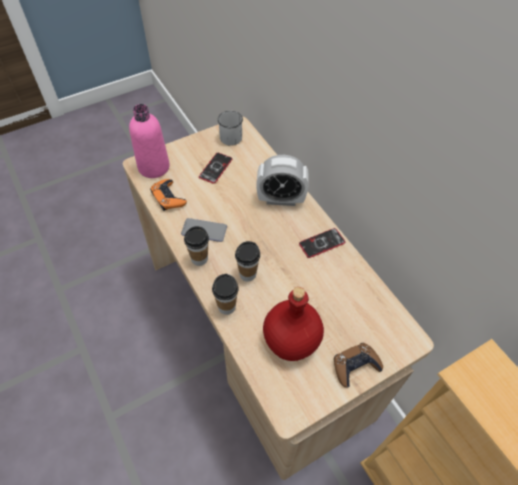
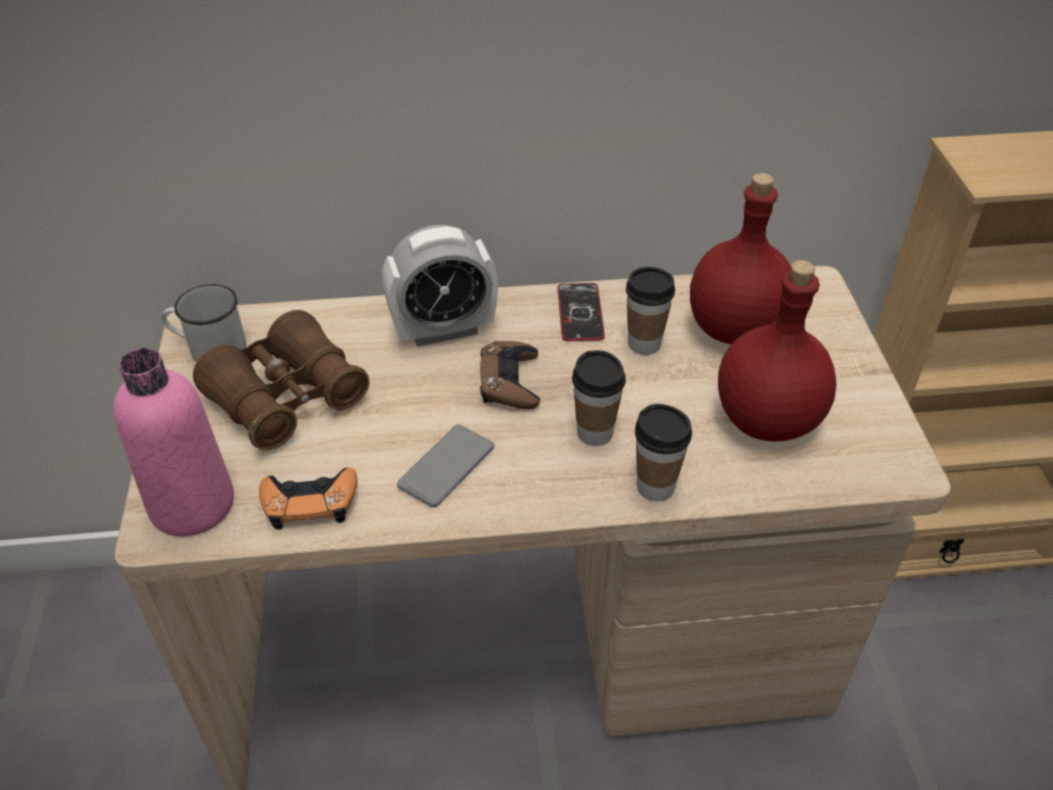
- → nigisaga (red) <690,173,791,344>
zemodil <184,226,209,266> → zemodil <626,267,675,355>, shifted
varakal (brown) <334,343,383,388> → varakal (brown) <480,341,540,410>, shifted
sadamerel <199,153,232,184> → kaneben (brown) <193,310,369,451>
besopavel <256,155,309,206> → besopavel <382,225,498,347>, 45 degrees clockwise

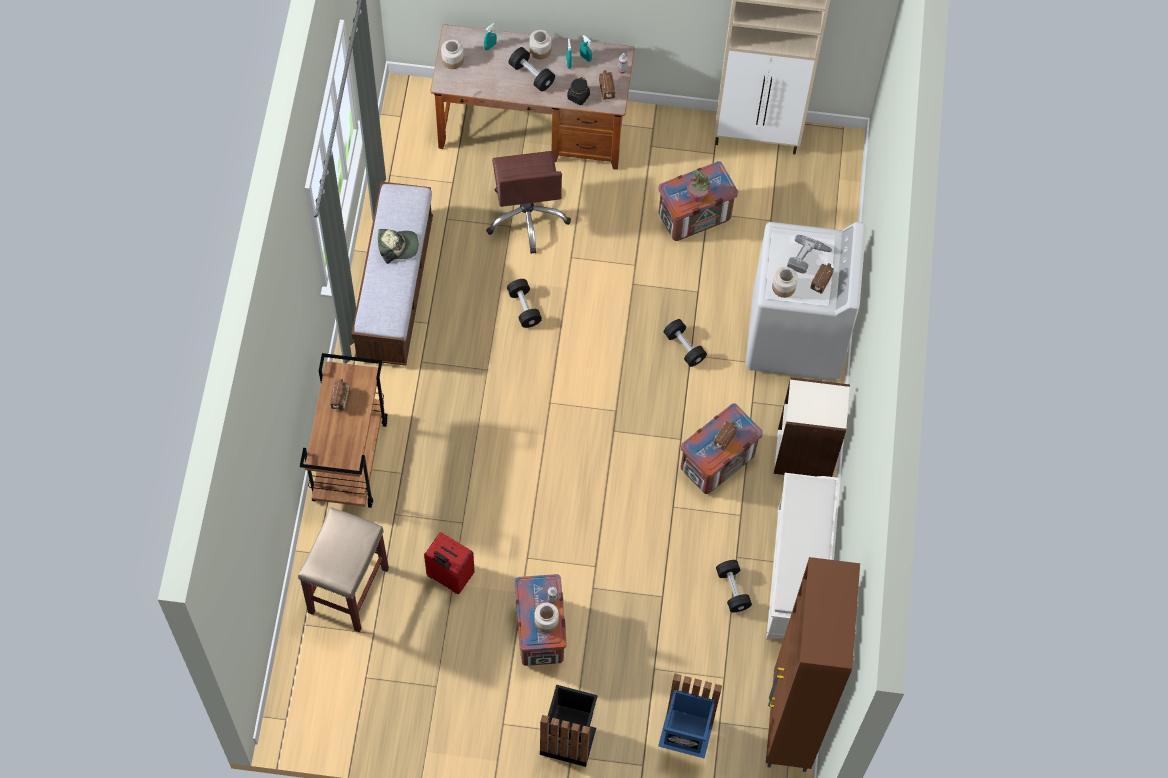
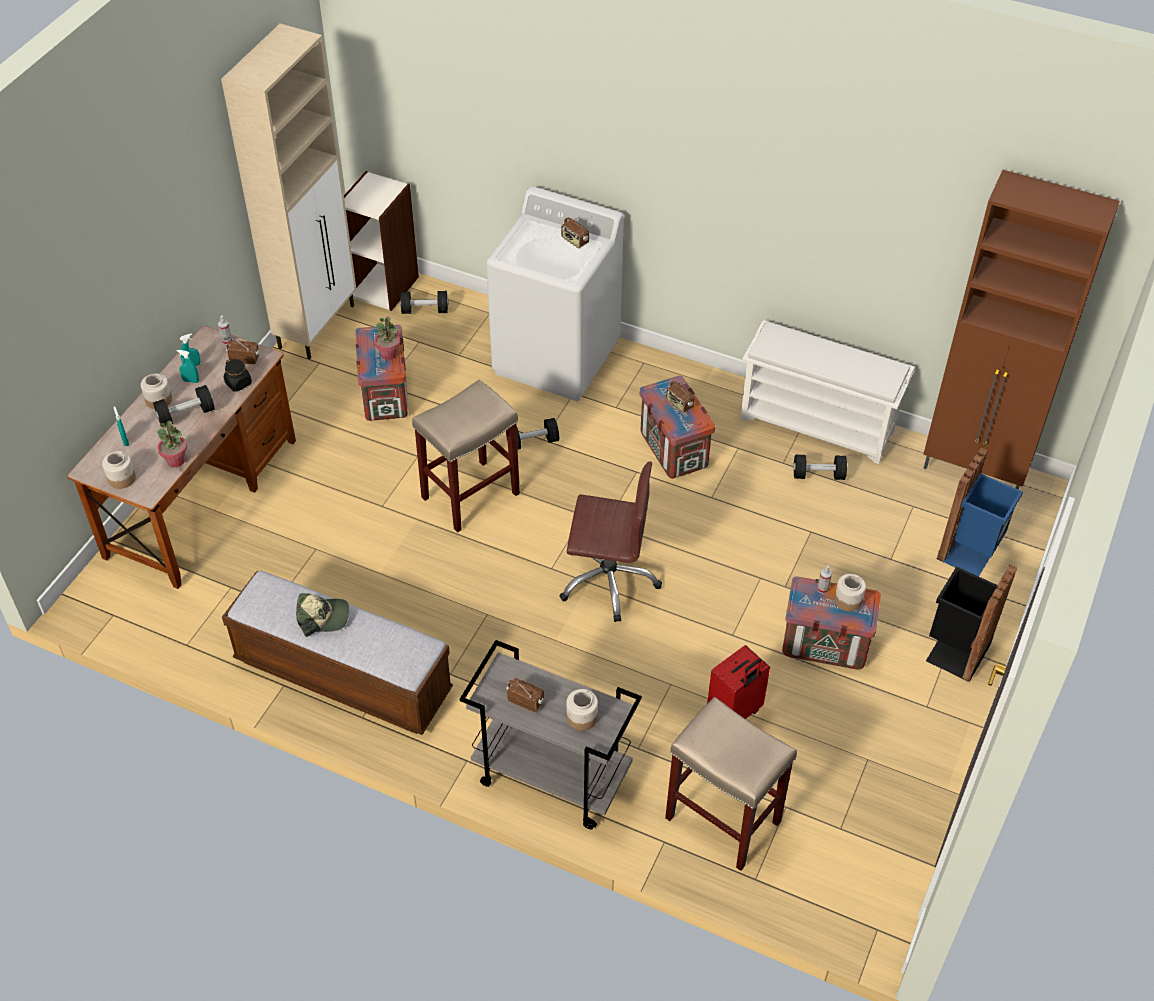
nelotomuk <787,235,832,273> → -
- → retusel <157,421,187,467>
- → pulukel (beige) <412,380,520,532>
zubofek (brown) <486,151,571,254> → zubofek (brown) <559,462,662,622>, shifted
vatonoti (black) <507,279,542,328> → vatonoti (black) <400,291,448,314>, shifted
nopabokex <772,267,798,298> → nopabokex <566,689,598,731>, shifted
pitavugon <774,377,850,477> → pitavugon <344,171,419,311>, shifted
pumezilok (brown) <300,353,388,508> → pumezilok (grey) <460,640,642,829>
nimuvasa <378,229,418,264> → nimuvasa <296,593,349,637>, 75 degrees clockwise

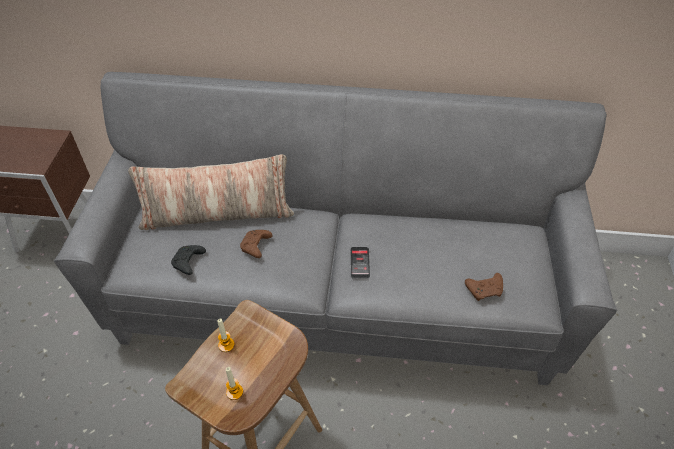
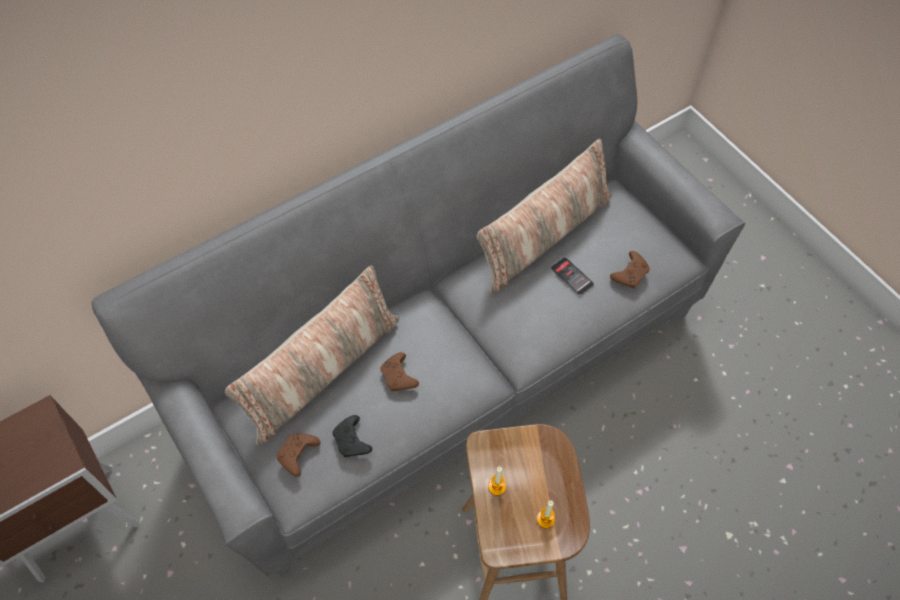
- → varakal (brown) <277,434,320,477>
- → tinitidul <477,139,612,294>
sadamerel <350,247,370,279> → sadamerel <551,257,594,295>, shifted

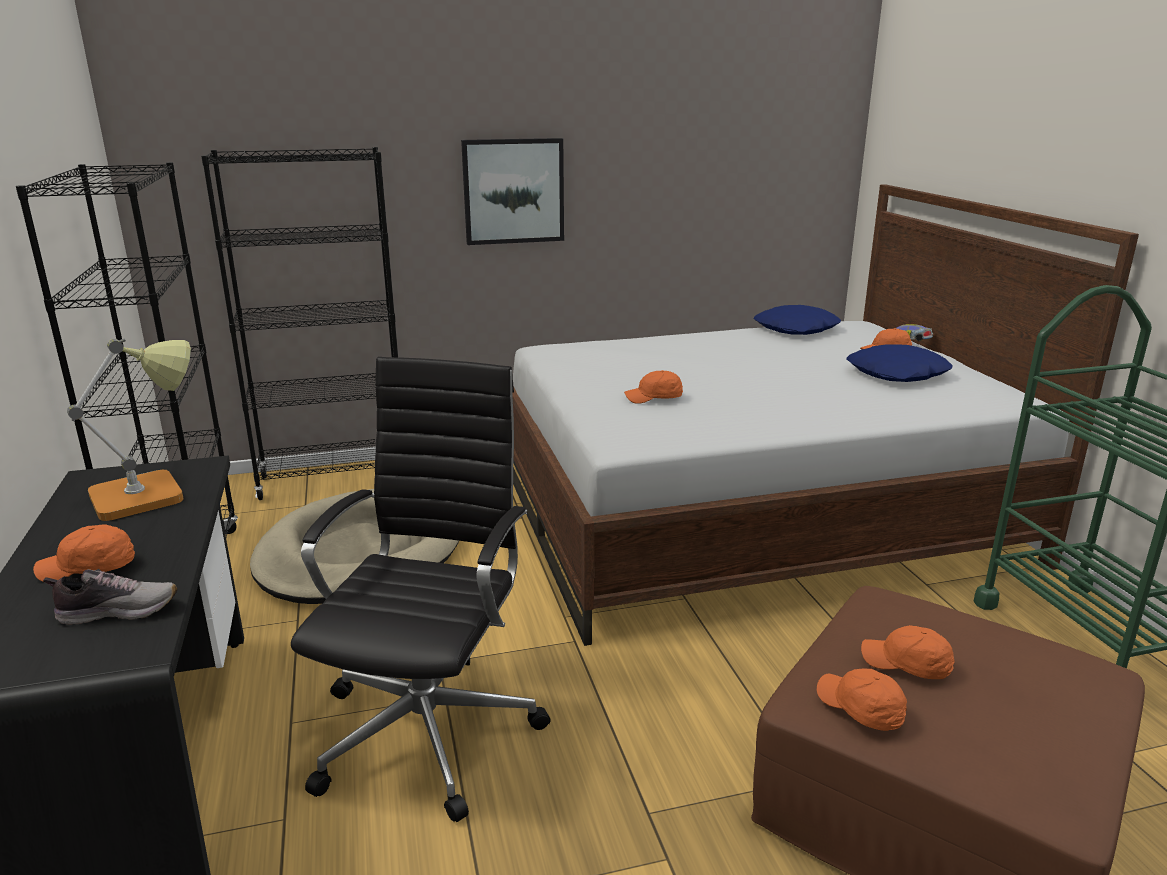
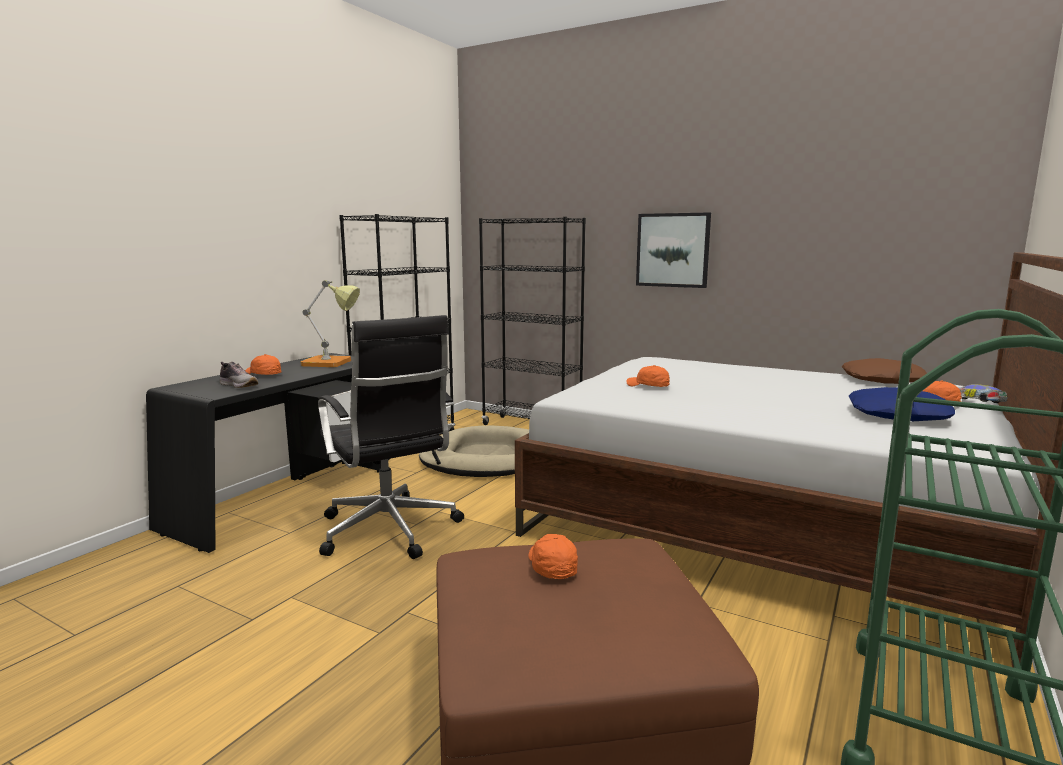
nimuvasa (orange) <817,669,907,731> → -
tinitidul (blue) <754,305,841,335> → tinitidul (brown) <841,358,927,384>
zubofek (black) <291,357,550,822> → zubofek (black) <318,315,464,559>, 90 degrees clockwise

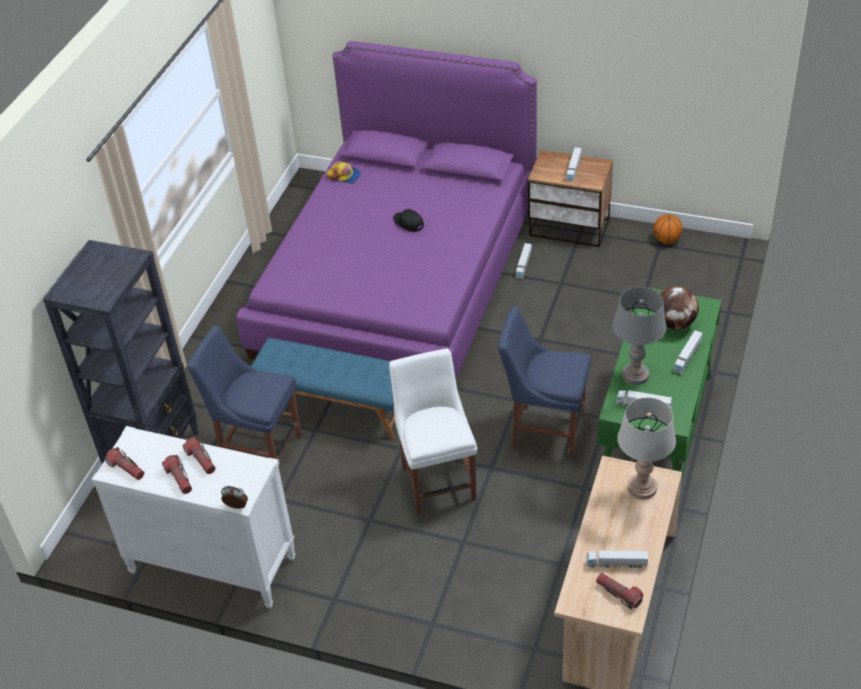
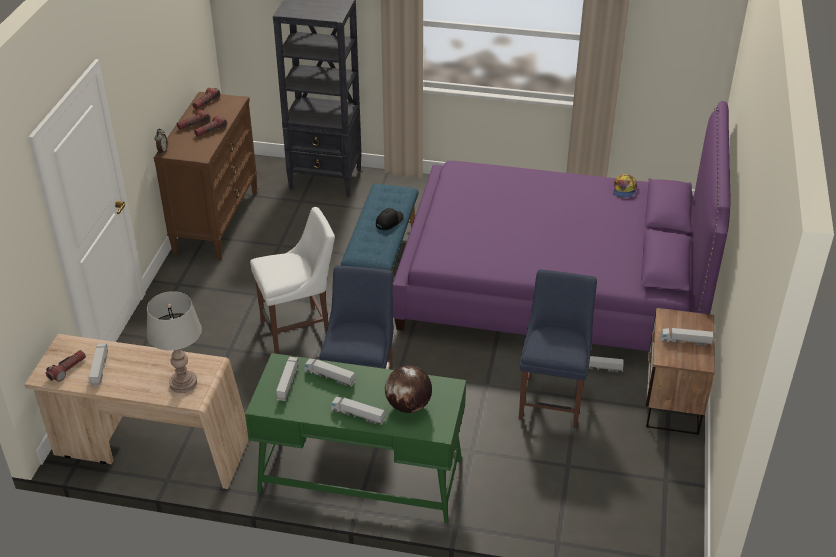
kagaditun <653,214,683,244> → -
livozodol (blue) <187,326,302,460> → livozodol (blue) <519,269,597,428>, shifted
nimuvasa (black) <394,209,424,232> → nimuvasa (black) <376,208,404,230>, shifted
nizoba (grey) <613,287,667,385> → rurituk <304,358,355,387>
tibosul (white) <92,426,296,609> → tibosul (brown) <154,92,257,260>

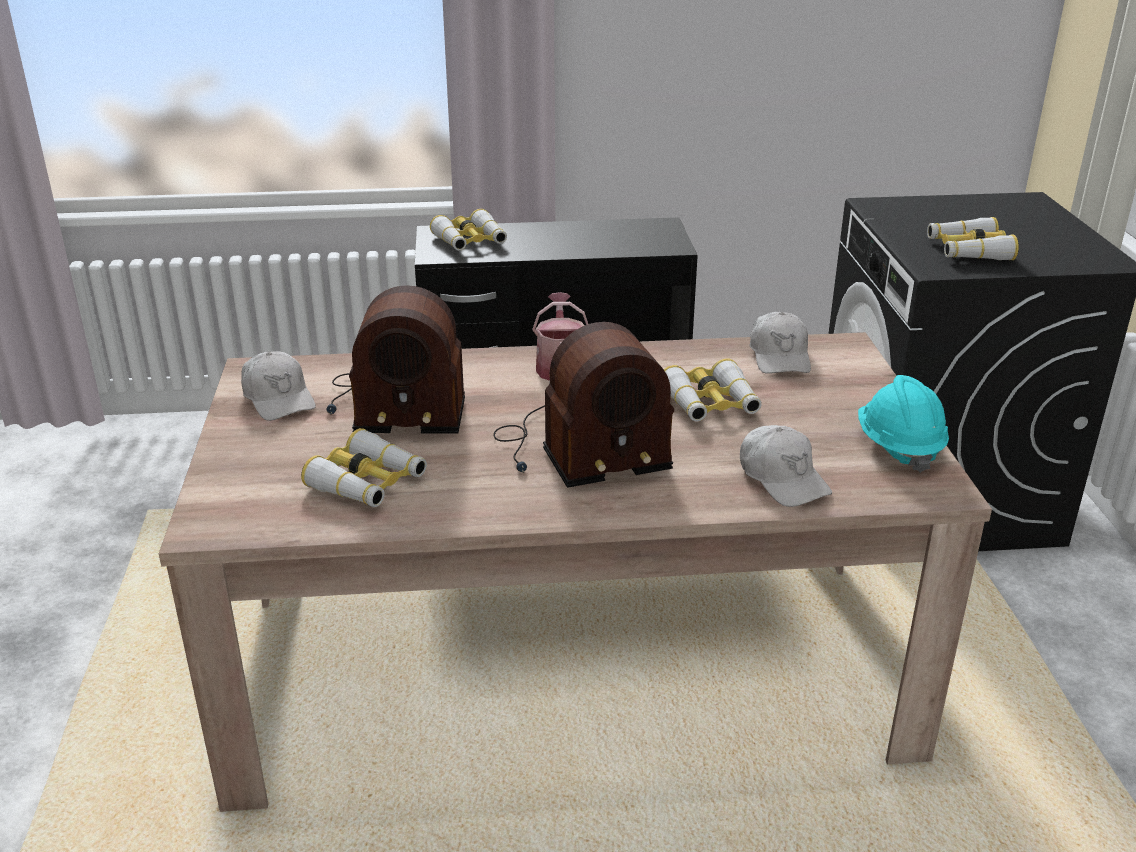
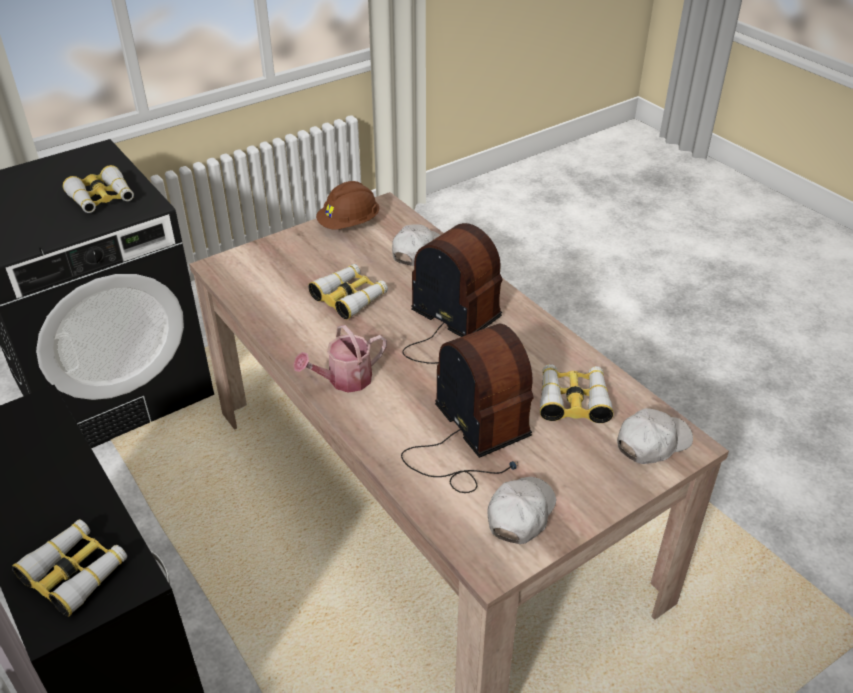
nimuvasa (white) <749,312,811,374> → nimuvasa (white) <617,408,693,464>, shifted
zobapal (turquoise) <858,375,949,473> → zobapal (brown) <316,181,379,229>

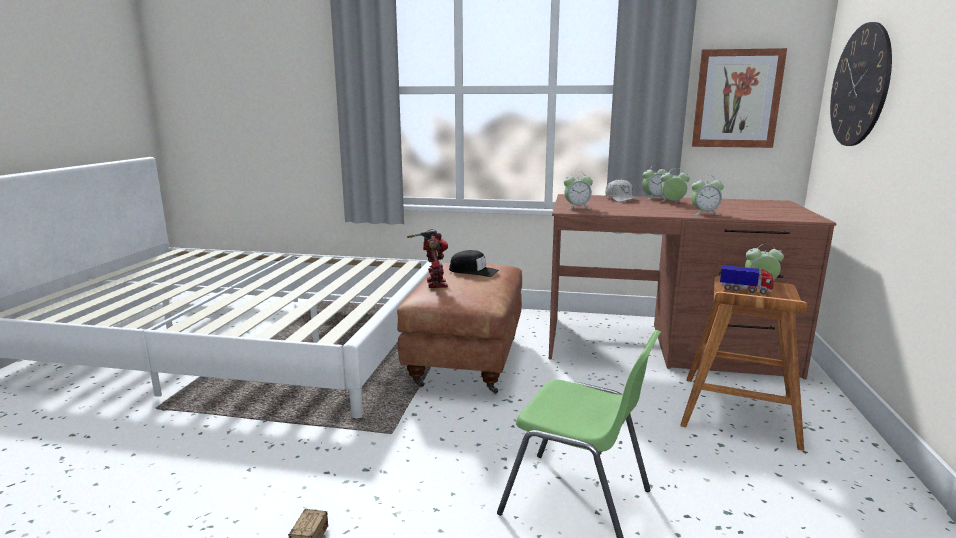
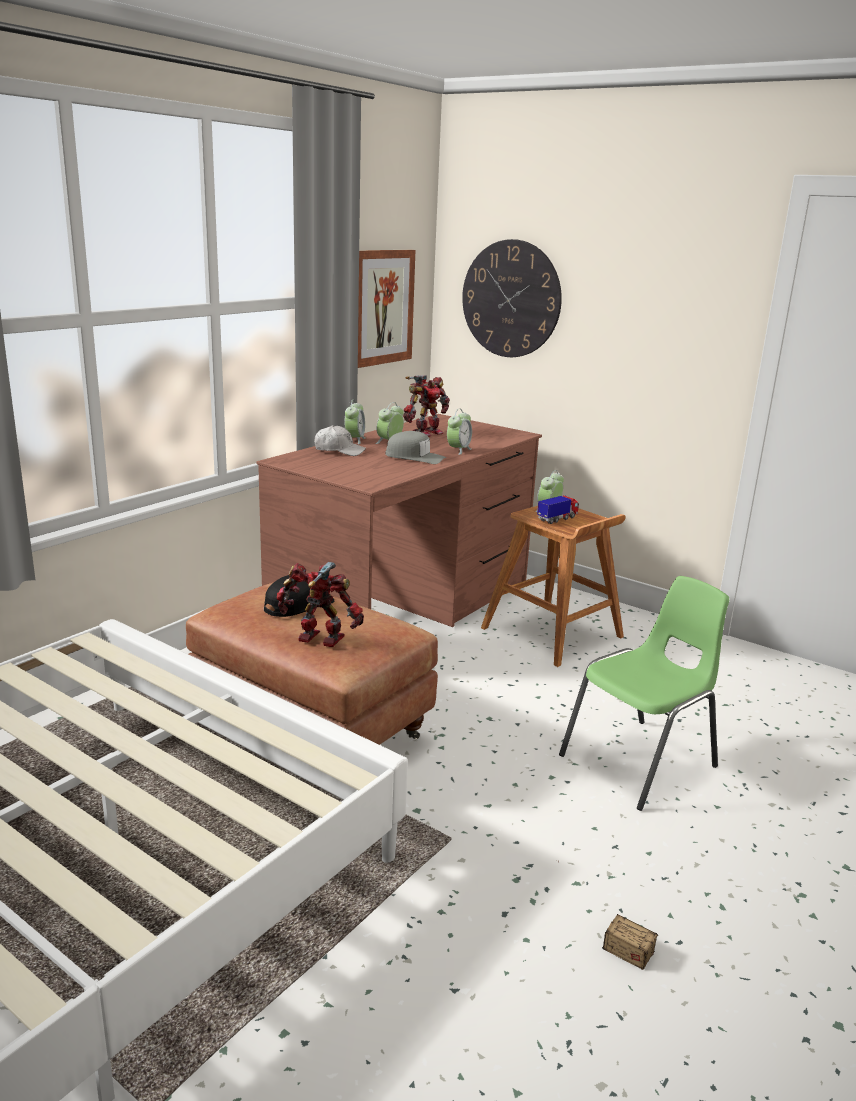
besopavel <564,171,593,209> → -
- → nimuvasa (grey) <385,431,446,464>
- → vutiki <403,375,450,437>

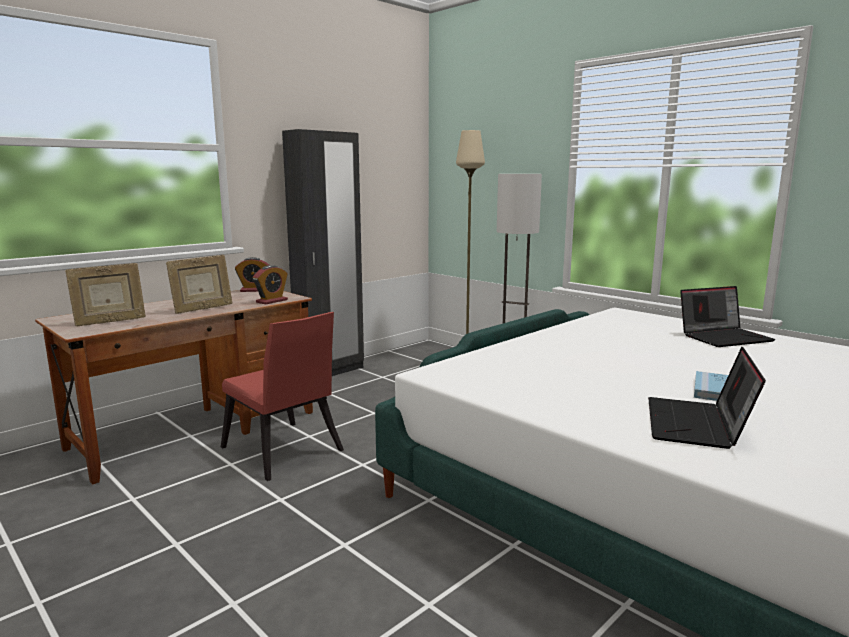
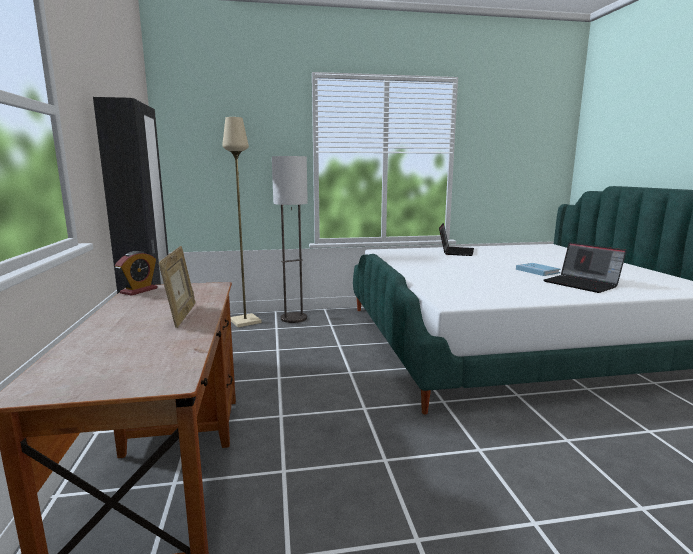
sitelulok <65,263,146,326> → -
livozodol (red) <221,312,344,481> → -
besopavel <253,265,288,304> → -

